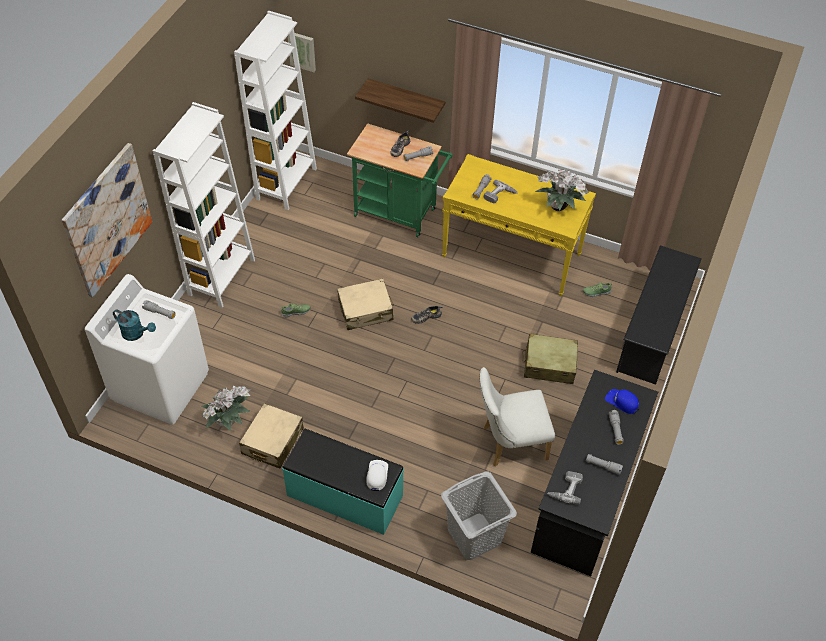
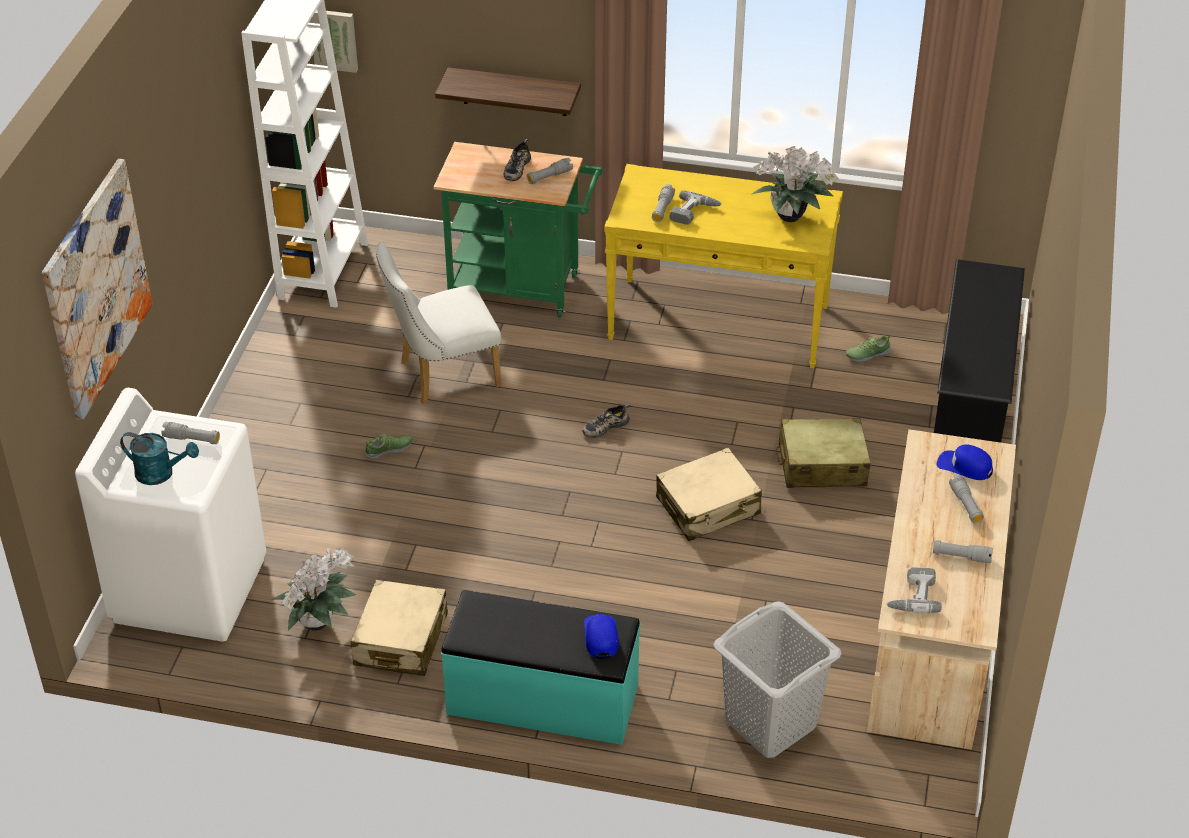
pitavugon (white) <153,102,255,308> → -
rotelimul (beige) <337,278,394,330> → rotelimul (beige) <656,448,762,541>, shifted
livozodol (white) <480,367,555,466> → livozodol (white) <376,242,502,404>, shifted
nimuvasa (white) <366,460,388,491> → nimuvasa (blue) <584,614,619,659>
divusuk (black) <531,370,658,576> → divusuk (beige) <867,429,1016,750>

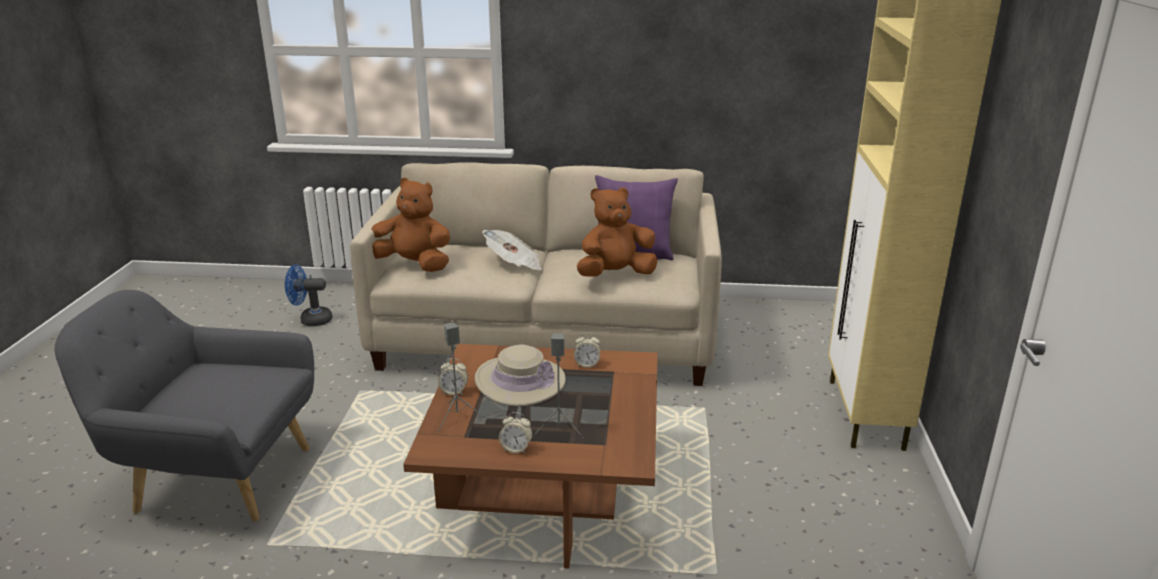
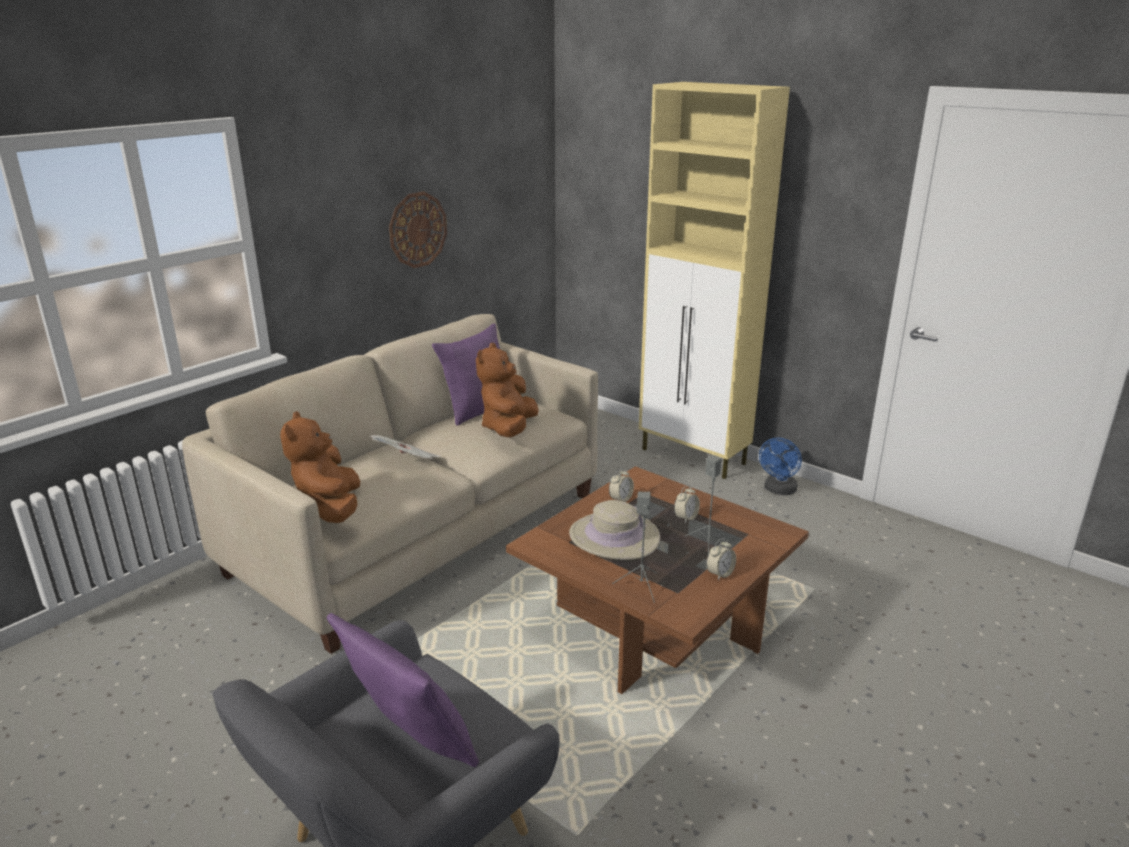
- → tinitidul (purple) <327,613,479,767>
- → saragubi <389,192,447,268>
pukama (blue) <285,265,332,326> → pukama (blue) <759,438,802,495>, shifted
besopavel <438,358,468,395> → besopavel <674,485,700,523>, shifted
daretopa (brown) <372,178,450,272> → daretopa (brown) <280,411,360,523>, 60 degrees counterclockwise

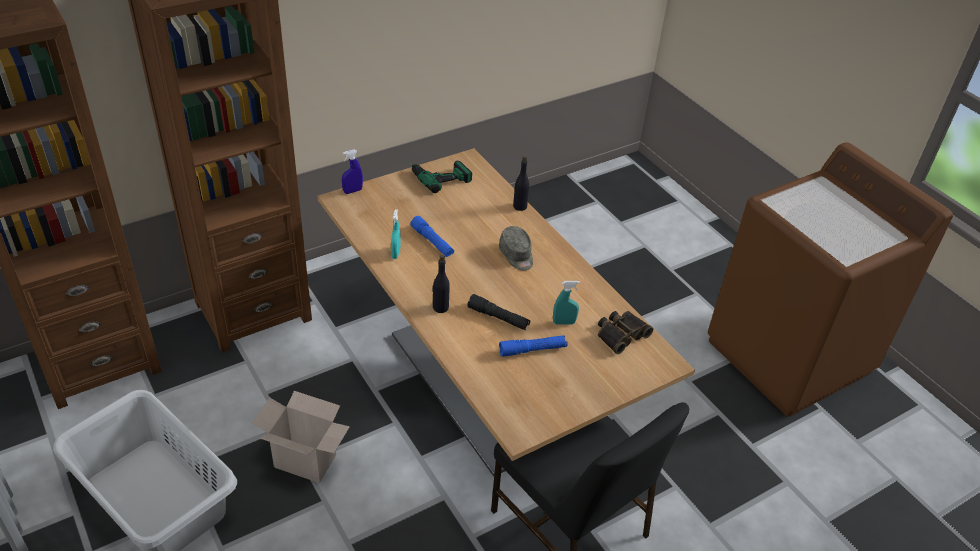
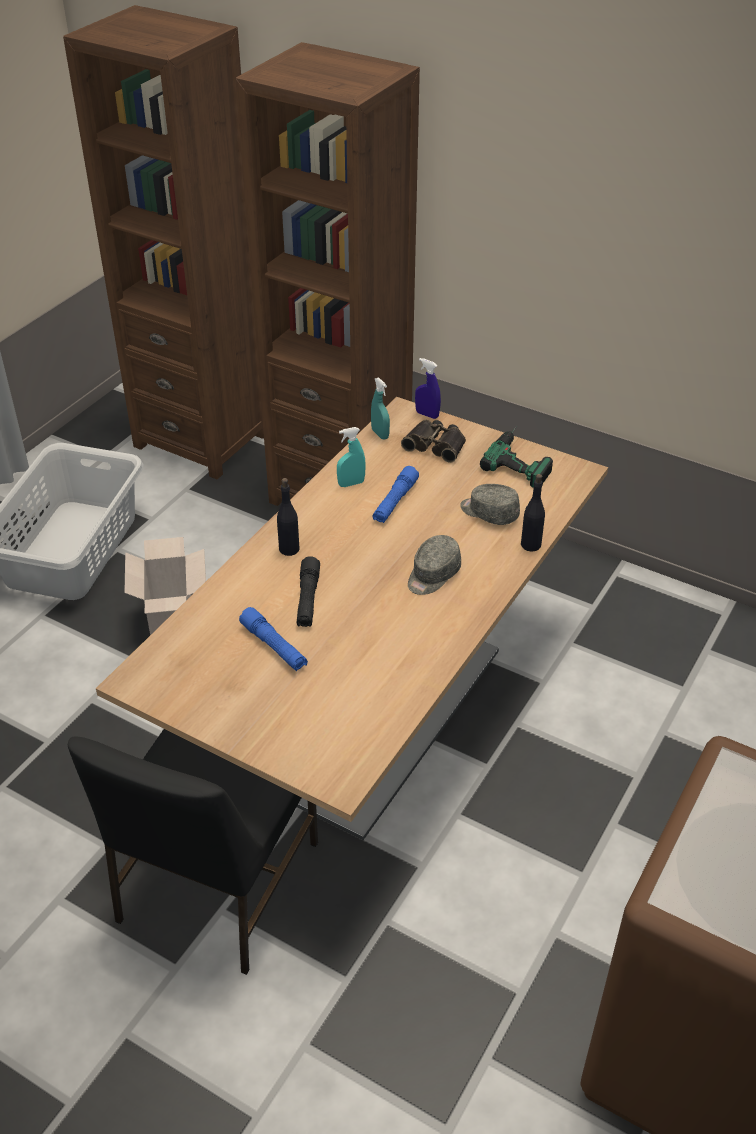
- → nimuvasa (grey) <460,484,520,525>
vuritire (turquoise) <553,281,580,325> → vuritire (turquoise) <371,377,390,440>, shifted
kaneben <598,311,654,355> → kaneben <401,420,466,463>, shifted

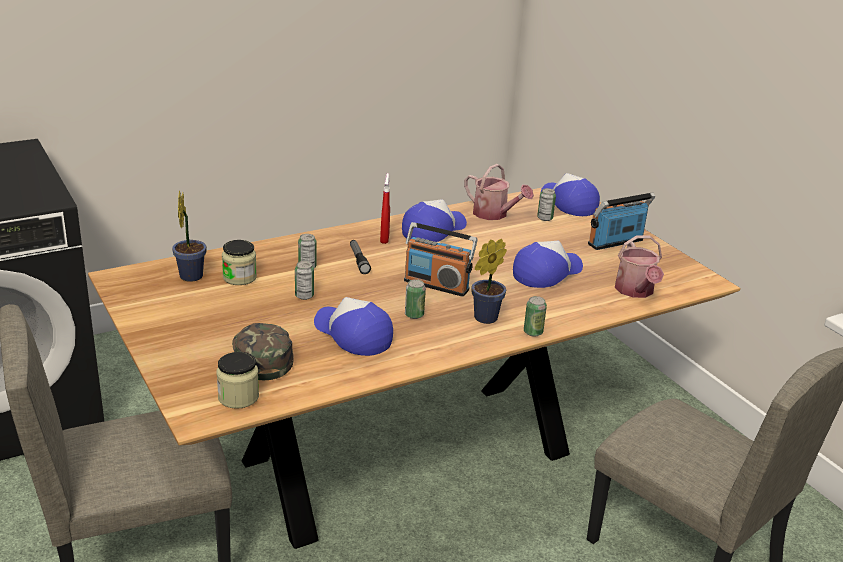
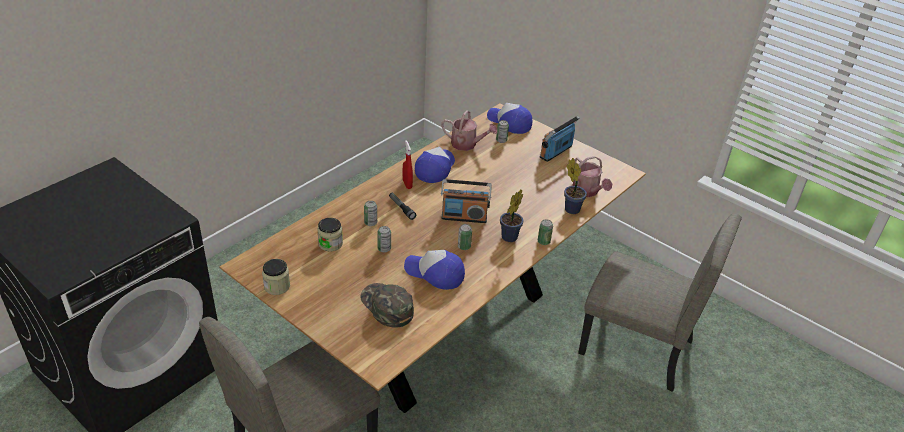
nimuvasa <513,241,583,288> → -
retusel <172,190,207,282> → retusel <564,158,587,214>, shifted
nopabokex <217,352,259,409> → nopabokex <262,259,290,295>, shifted

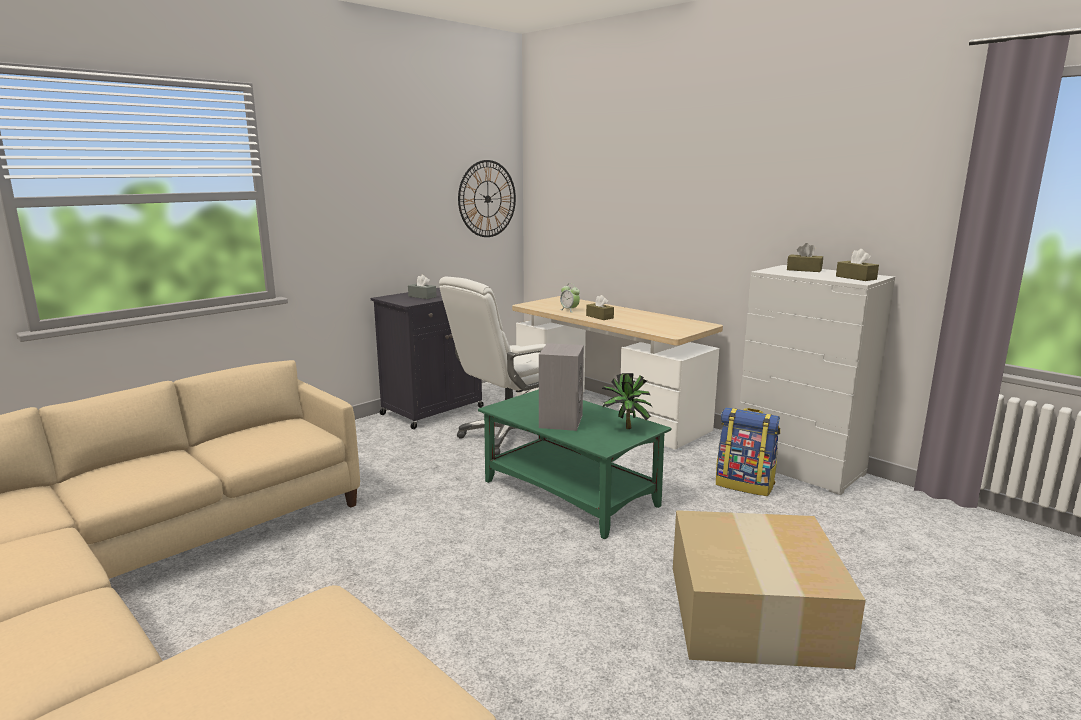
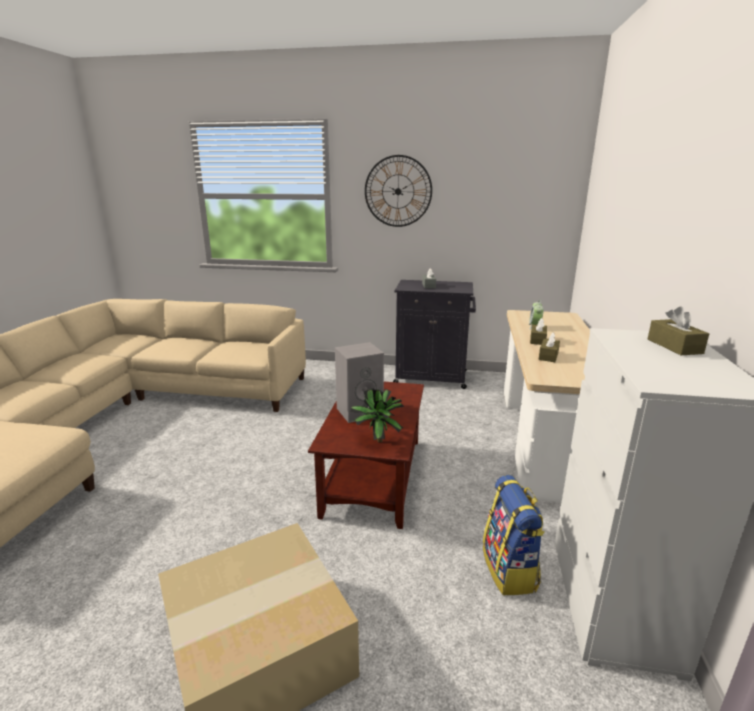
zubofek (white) <439,276,546,455> → -
saragubi <458,160,516,237> → saragubi <365,155,432,227>, shifted
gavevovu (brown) <836,249,879,281> → gavevovu (brown) <538,332,560,362>, shifted
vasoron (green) <478,389,672,539> → vasoron (brown) <308,382,424,529>

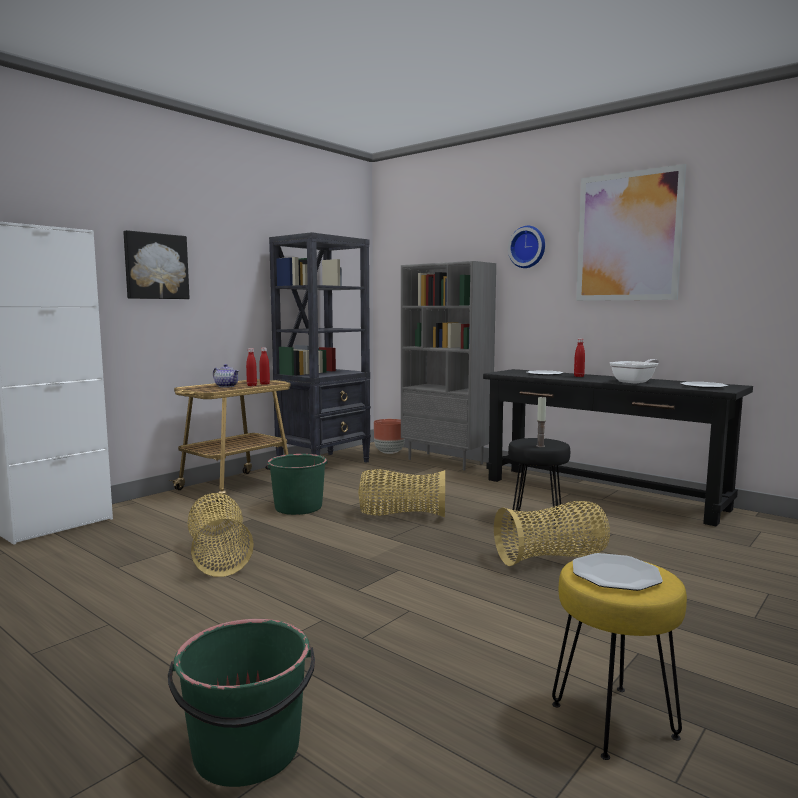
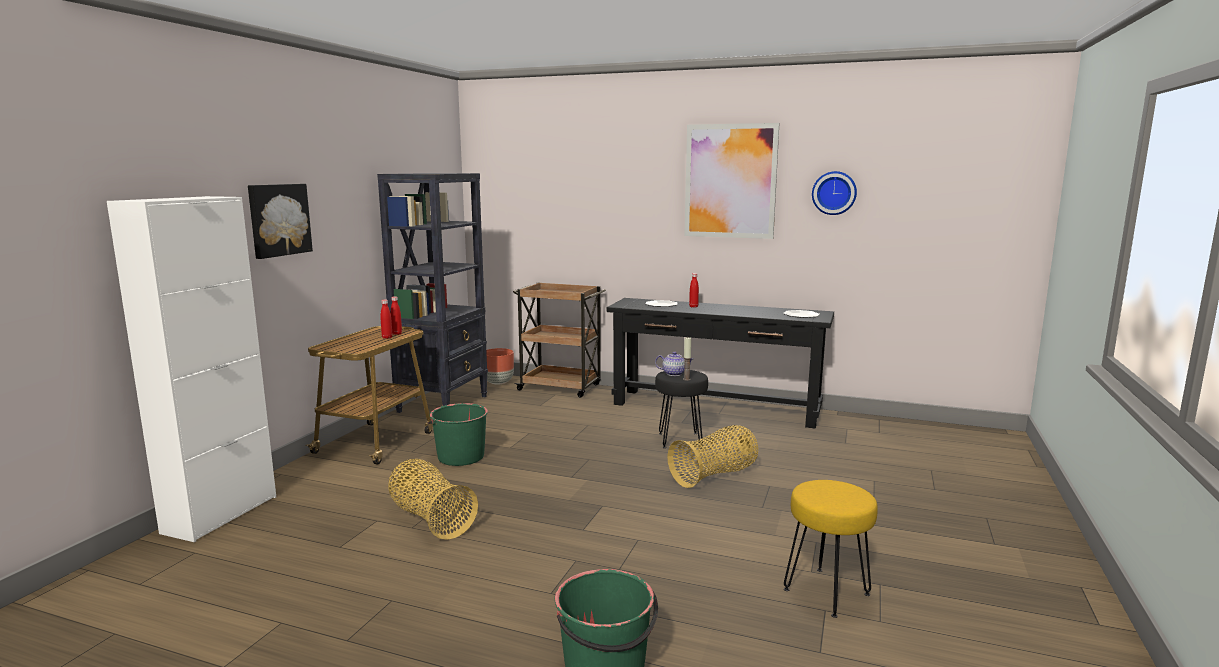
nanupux <358,469,445,518> → -
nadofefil <573,553,663,591> → -
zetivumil <610,359,659,384> → -
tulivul <213,364,239,387> → tulivul <655,352,694,376>, shifted
saragubi <508,226,545,268> → saragubi <812,171,857,215>, shifted
pitavugon (grey) <401,261,496,470> → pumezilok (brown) <513,282,606,398>

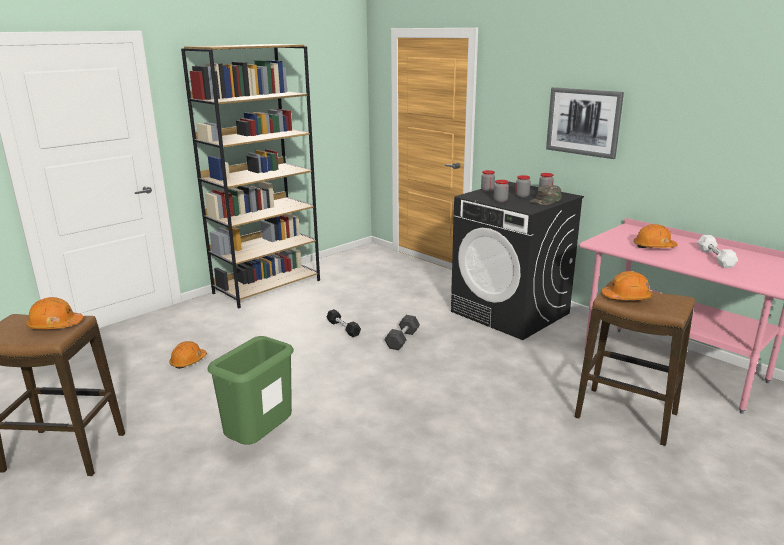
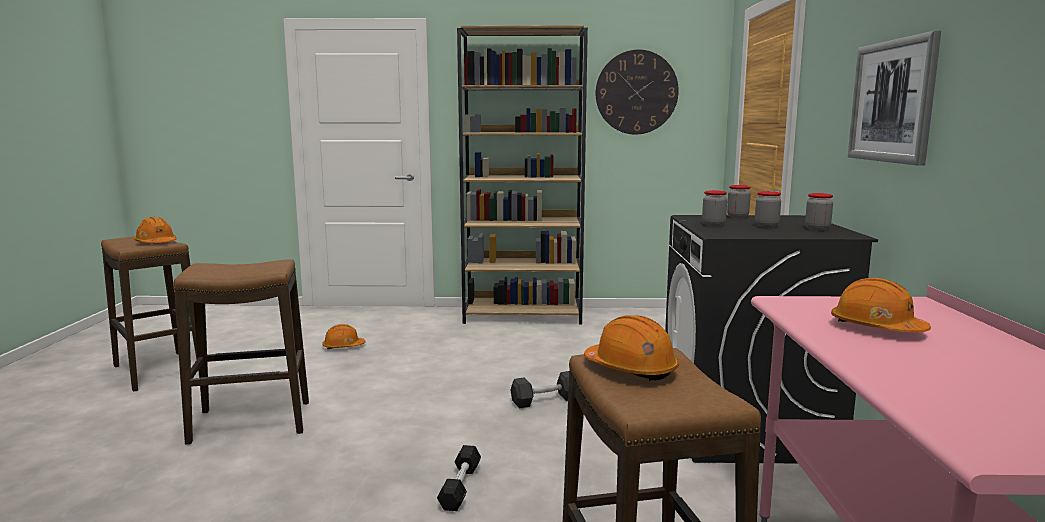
nimuvasa (green) <529,185,561,205> → -
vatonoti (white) <698,235,738,268> → -
- → saragubi <596,50,679,134>
vatonoti (black) <327,309,361,337> → vatonoti (black) <437,445,481,511>, shifted
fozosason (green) <208,336,294,445> → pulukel <174,259,309,445>

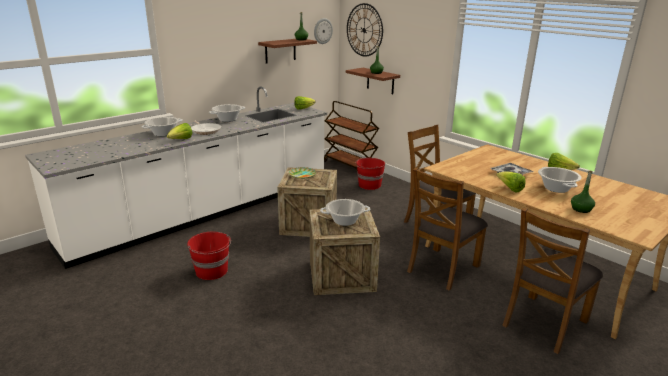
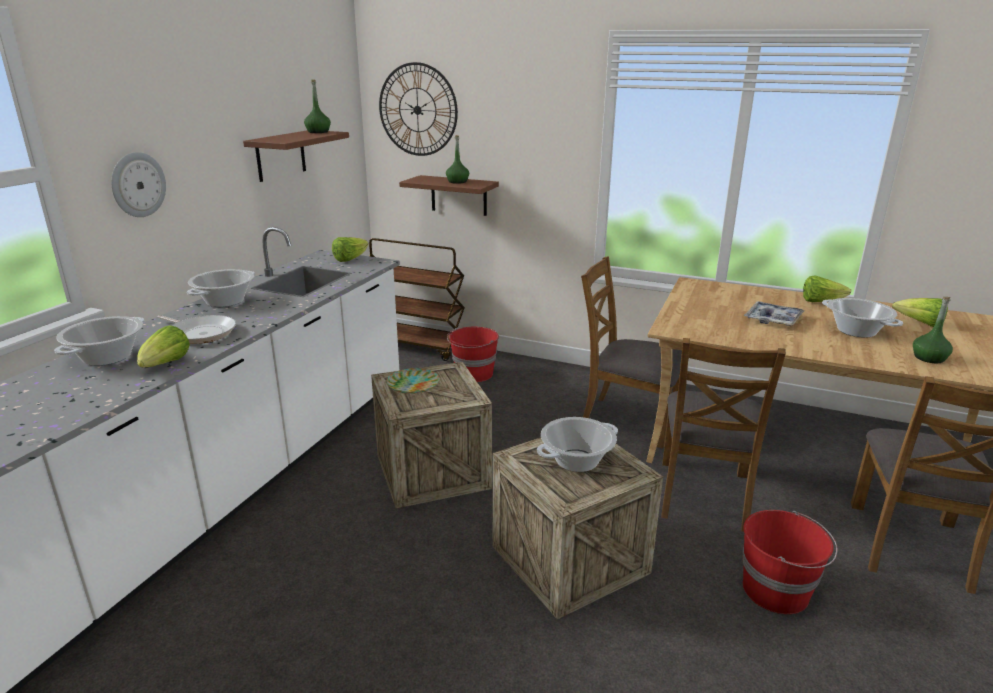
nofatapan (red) <187,232,231,280> → nofatapan (red) <742,510,837,614>, shifted
saragubi <314,18,333,44> → saragubi <111,152,166,217>, shifted
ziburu <496,171,526,192> → ziburu <892,298,948,327>, shifted

